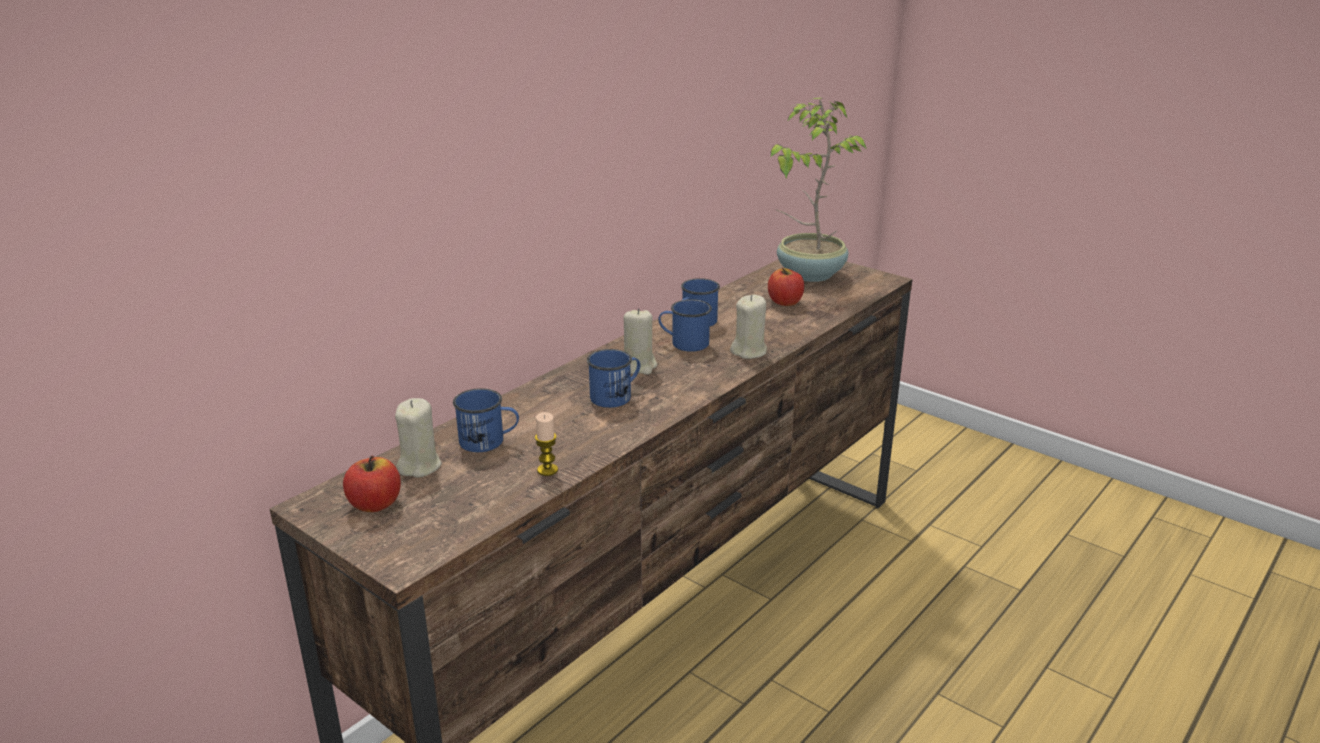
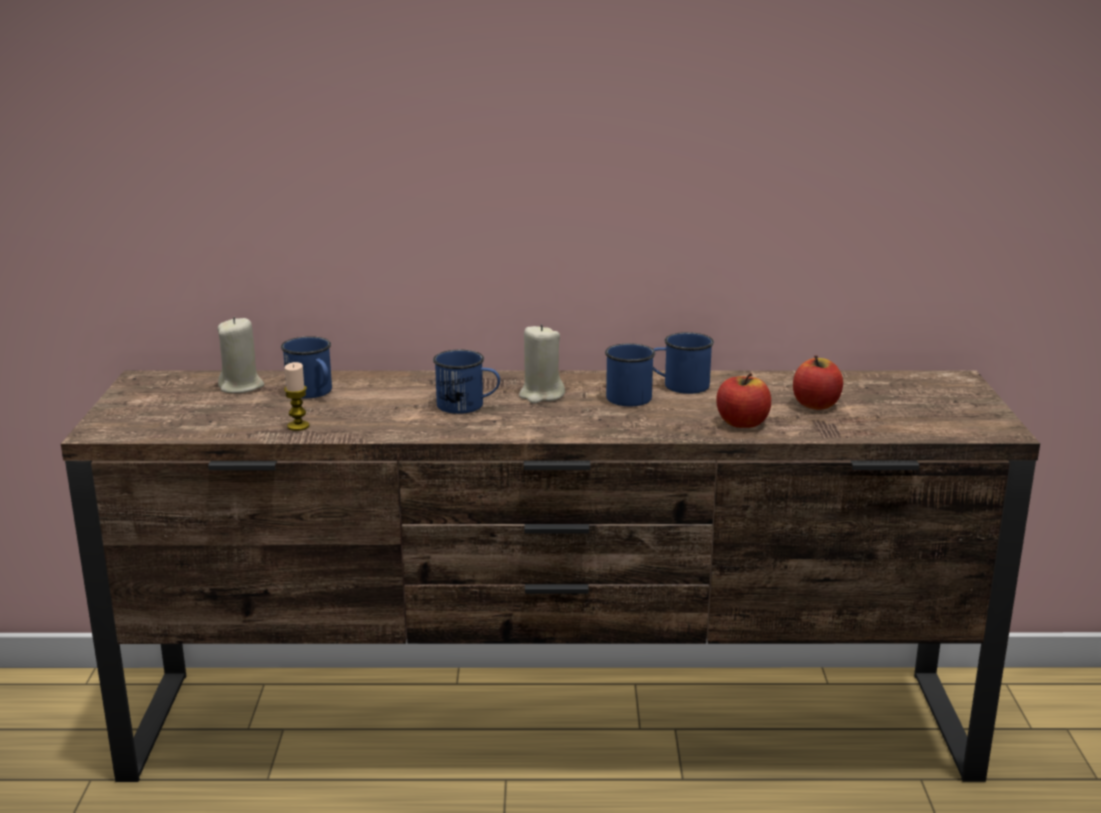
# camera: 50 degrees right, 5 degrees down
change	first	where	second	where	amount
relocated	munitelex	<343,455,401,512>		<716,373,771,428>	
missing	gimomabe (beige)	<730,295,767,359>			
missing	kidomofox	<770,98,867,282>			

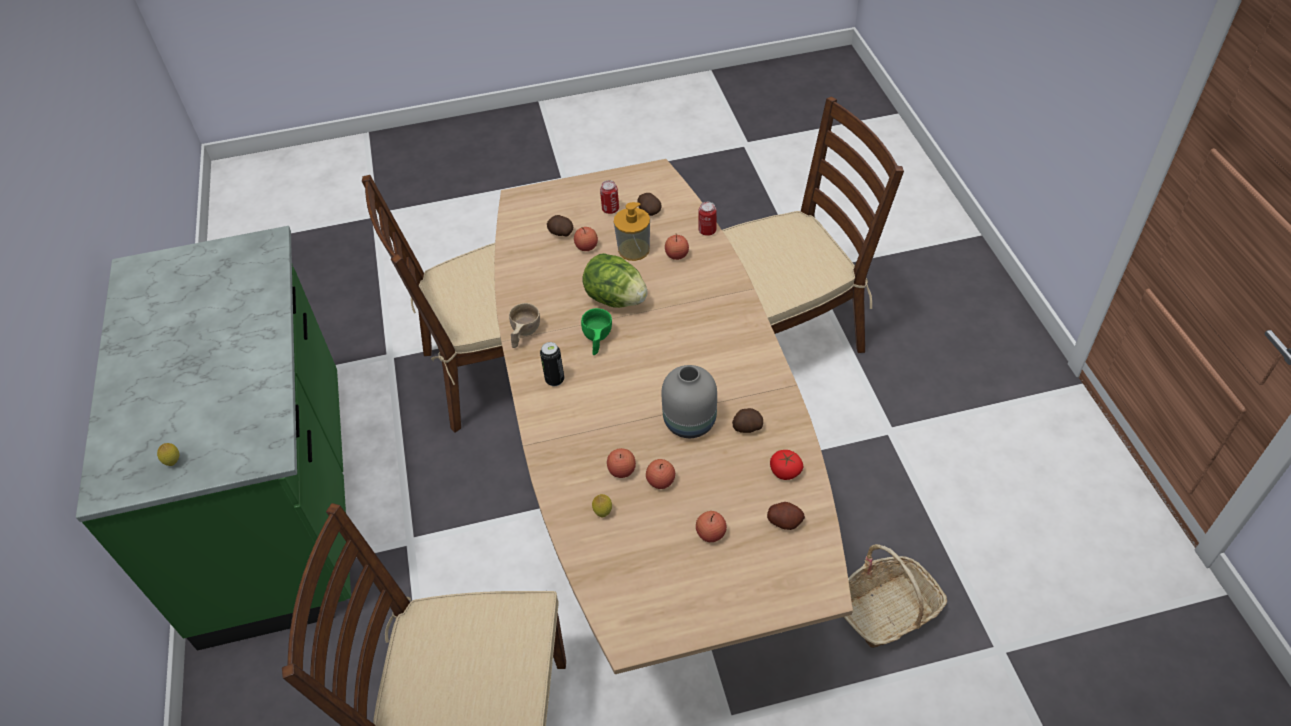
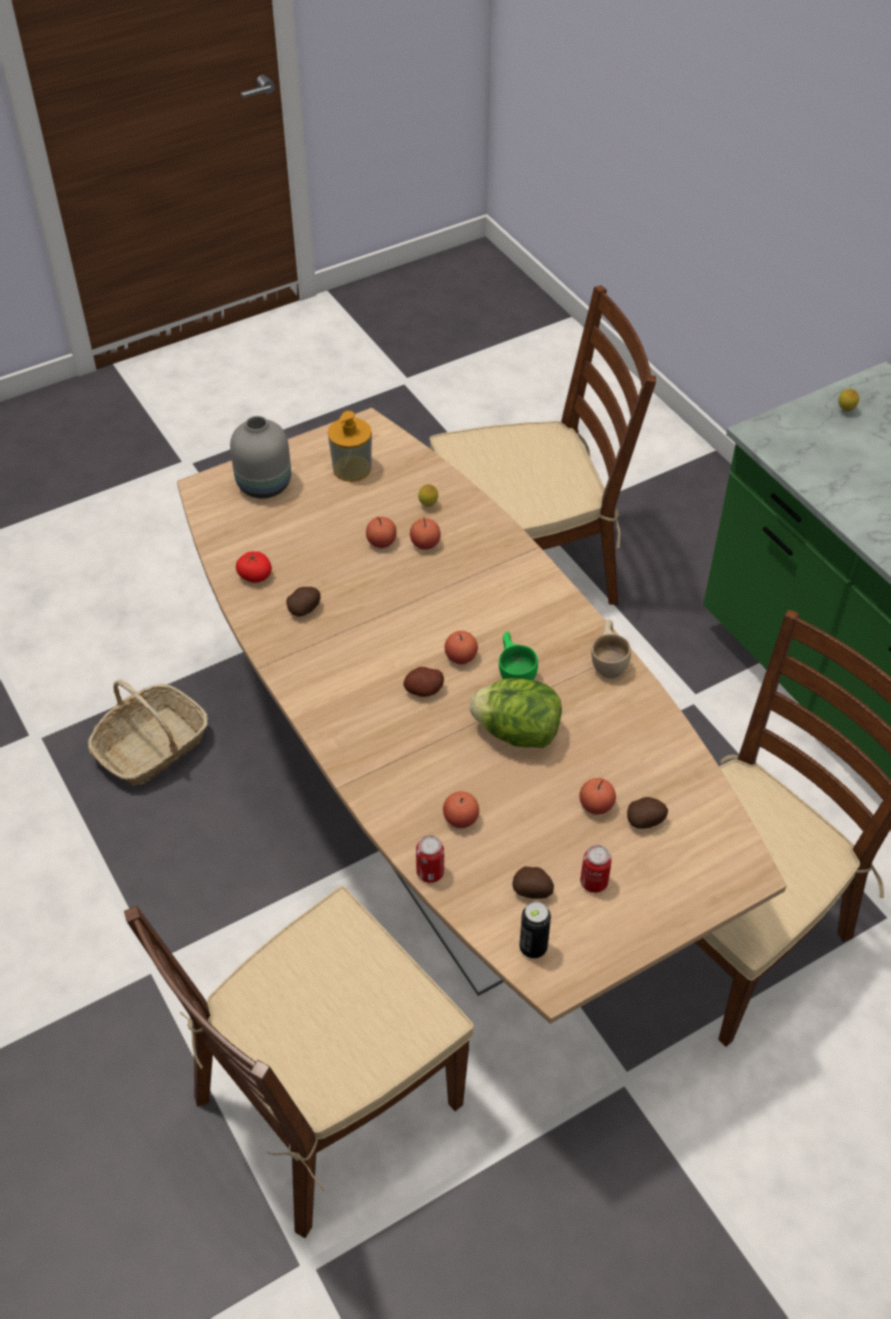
# camera: 160 degrees right, 0 degrees up
change	first	where	second	where	amount
relocated	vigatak	<540,342,564,386>		<519,902,551,958>	
relocated	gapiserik	<614,202,650,261>		<328,411,372,482>	
relocated	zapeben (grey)	<662,365,717,438>		<230,416,291,498>	
relocated	munitelex	<696,511,727,542>		<444,631,478,664>	
relocated	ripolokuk	<767,502,805,530>		<403,667,444,697>	

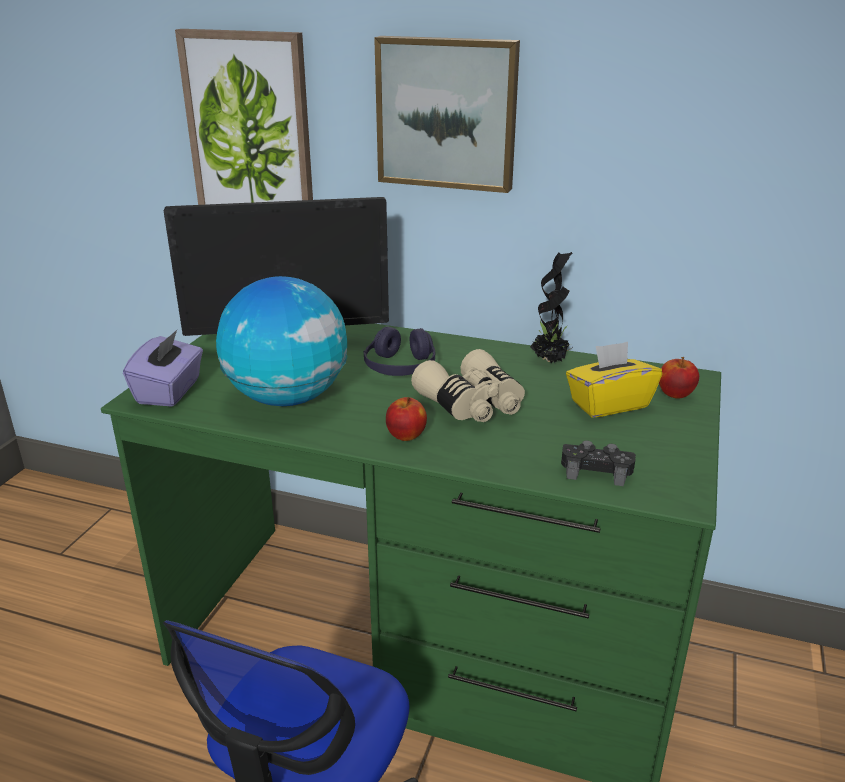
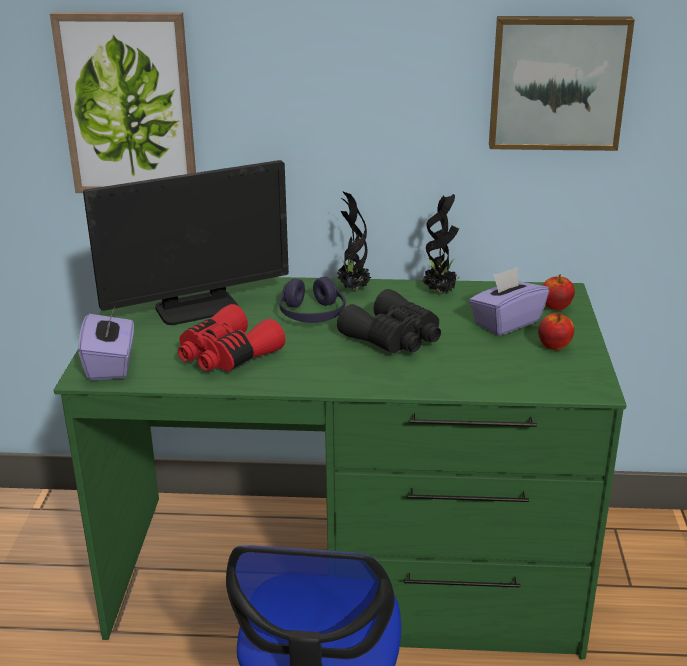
# camera: 15 degrees left, 0 degrees up
change	first	where	second	where	amount
exchanged	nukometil	<216,276,347,406>	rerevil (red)	<178,304,285,371>	
relocated	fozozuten	<374,36,520,193>		<489,16,635,151>	
relocated	munitelex	<386,397,427,441>		<538,313,574,350>	
colour	rerevil (beige)	<411,349,525,422>	rerevil (black)	<337,289,441,353>	
missing	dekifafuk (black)	<561,440,636,486>			
colour	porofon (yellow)	<566,342,662,418>	porofon (purple)	<469,267,549,336>	
appeared			kidomofox	<336,191,371,290>	

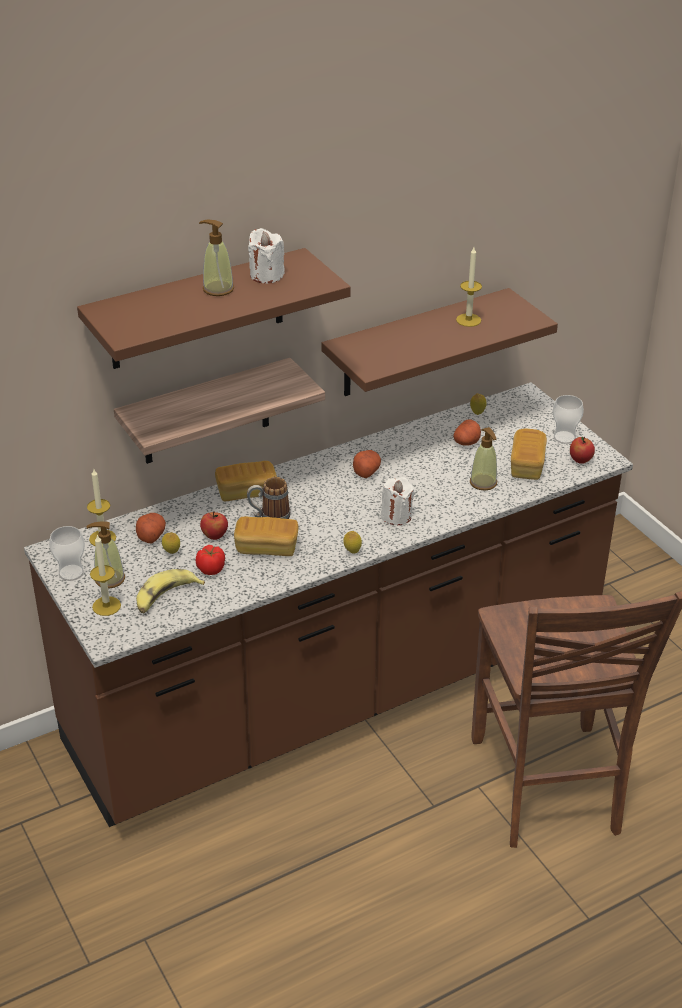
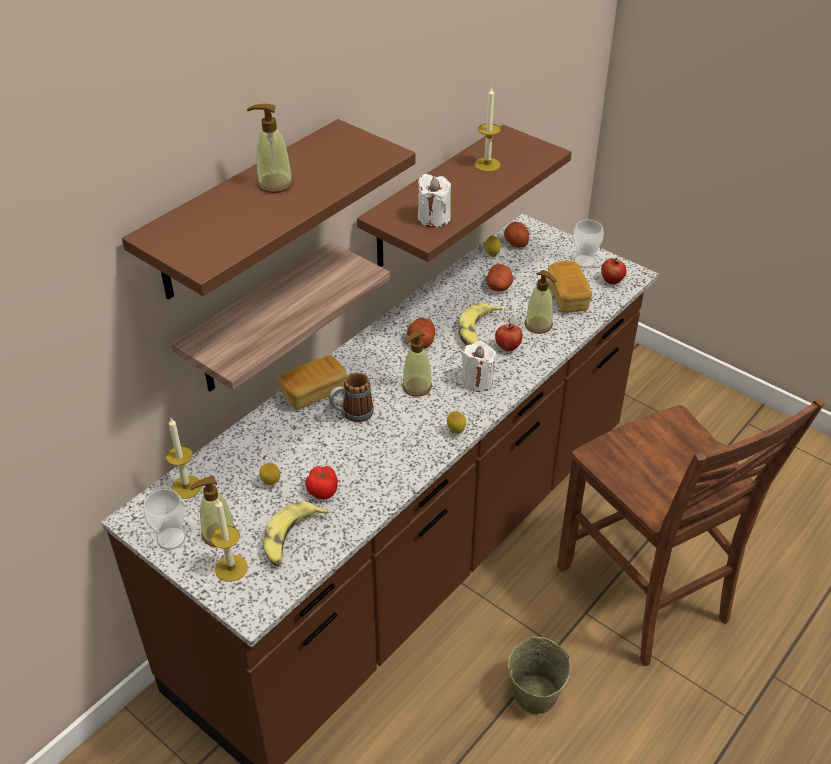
# camera: 20 degrees left, 5 degrees up
change	first	where	second	where	amount
relocated	ripolokuk	<136,513,166,543>		<504,222,529,248>	
relocated	munitelex	<200,511,228,540>		<495,323,523,351>	
missing	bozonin	<234,516,299,556>			
relocated	gimomabe (white)	<248,228,285,283>		<418,174,451,228>	
appeared			gapiserik	<402,330,432,397>	
appeared			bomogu	<459,303,503,345>	
appeared			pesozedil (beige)	<508,636,571,714>	

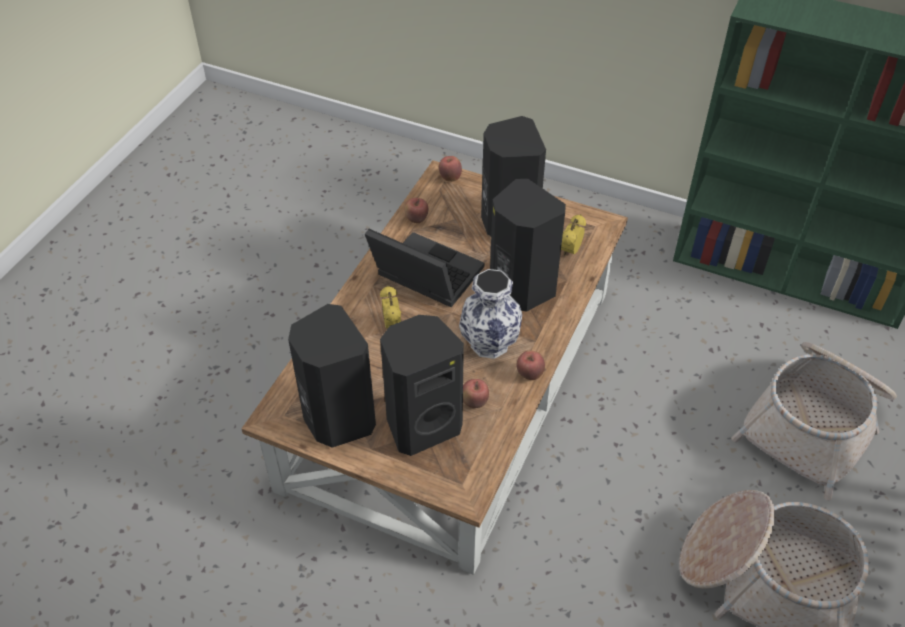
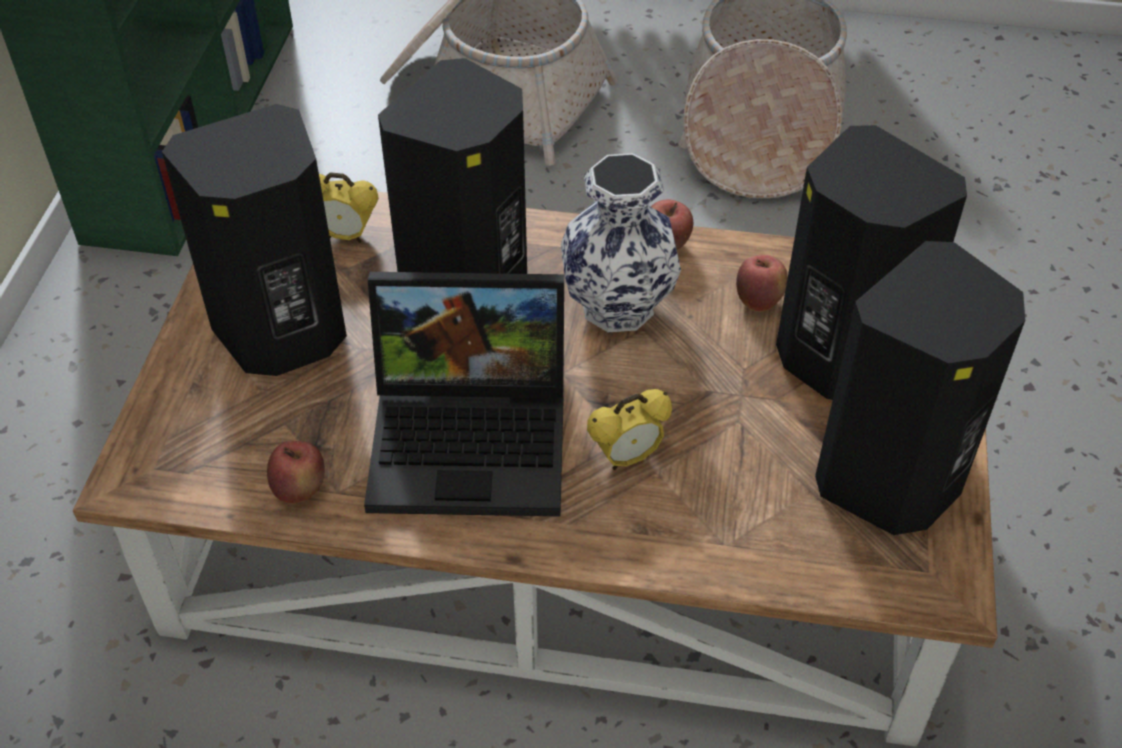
# camera: 105 degrees left, 0 degrees up
change	first	where	second	where	amount
spun	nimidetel	<365,229,484,307>		<364,272,564,516>	105 degrees counterclockwise
missing	munitelex	<439,156,462,182>			

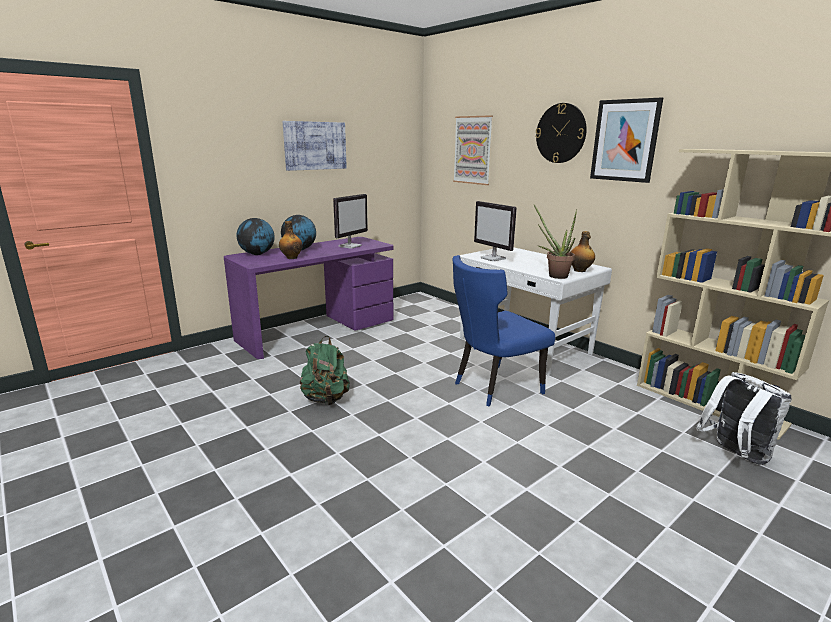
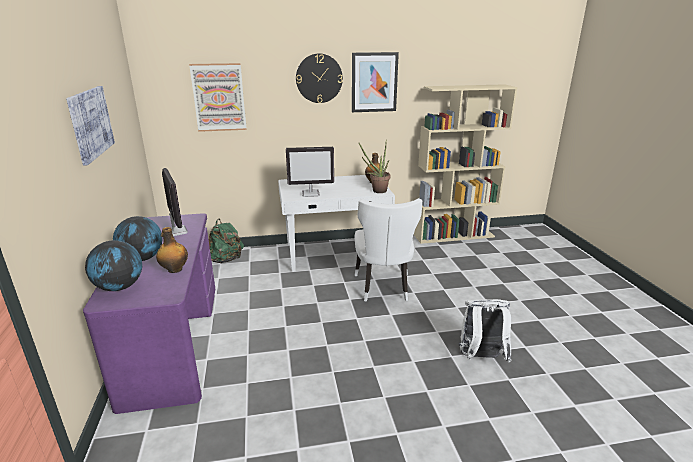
# camera: 60 degrees left, 5 degrees up
change	first	where	second	where	amount
relocated	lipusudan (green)	<300,336,350,405>		<208,219,244,263>	
colour	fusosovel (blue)	<452,255,555,406>	fusosovel (white)	<355,198,422,301>	
relocated	lipusudan (white)	<696,372,792,465>		<459,299,512,362>	

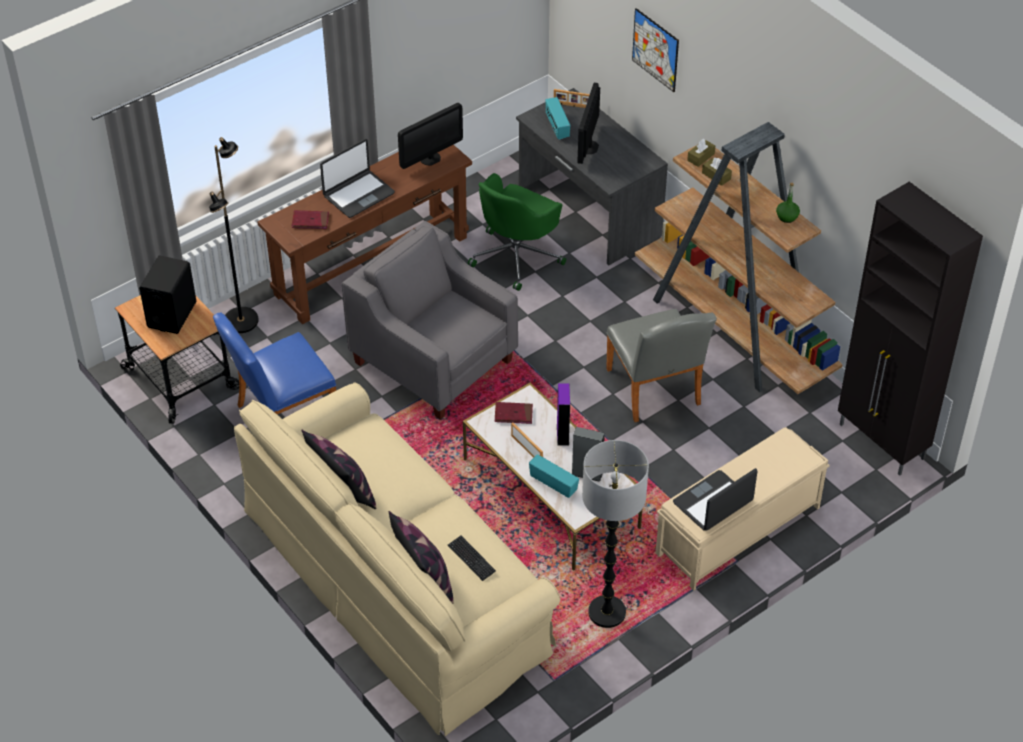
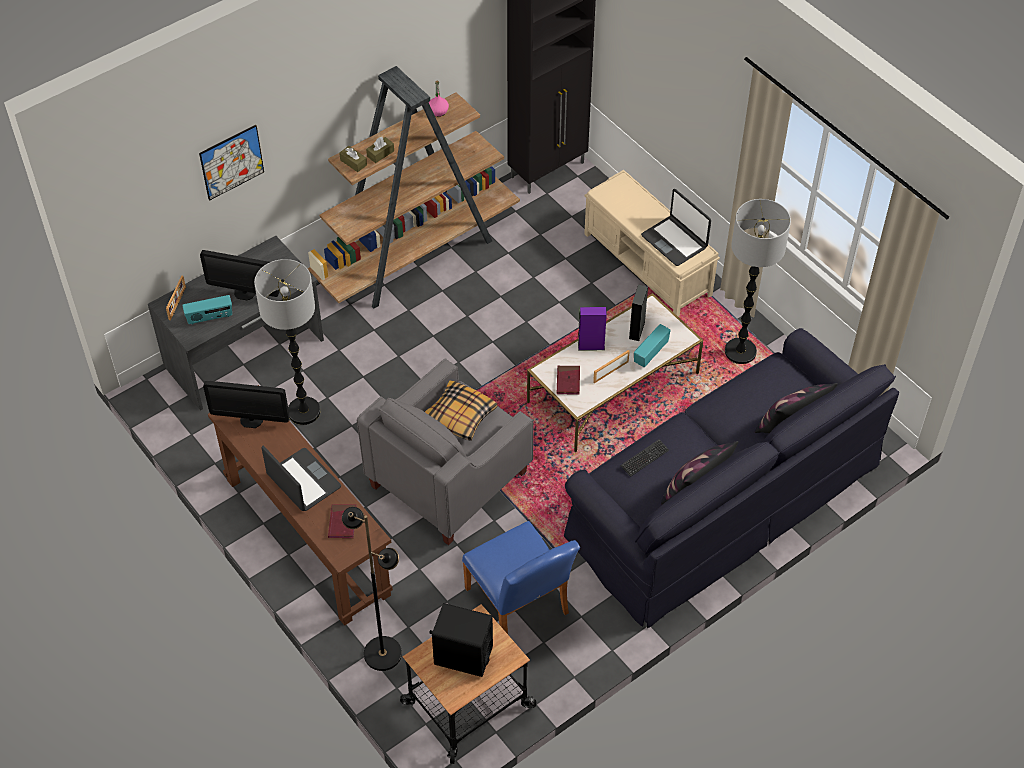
# camera: 90 degrees left, 5 degrees up
change	first	where	second	where	amount
colour	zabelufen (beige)	<234,383,560,736>	zabelufen (black)	<564,328,899,628>	
spun	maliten	<398,103,463,169>		<203,381,290,428>	135 degrees clockwise
relocated	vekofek	<448,536,496,581>		<620,440,669,477>	
exchanged	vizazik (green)	<468,173,566,291>	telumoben	<254,259,320,425>	
missing	fusosovel (grey)	<606,309,717,422>			
colour	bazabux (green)	<776,183,800,223>	bazabux (pink)	<429,81,449,117>	
appeared			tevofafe	<425,380,498,441>	

